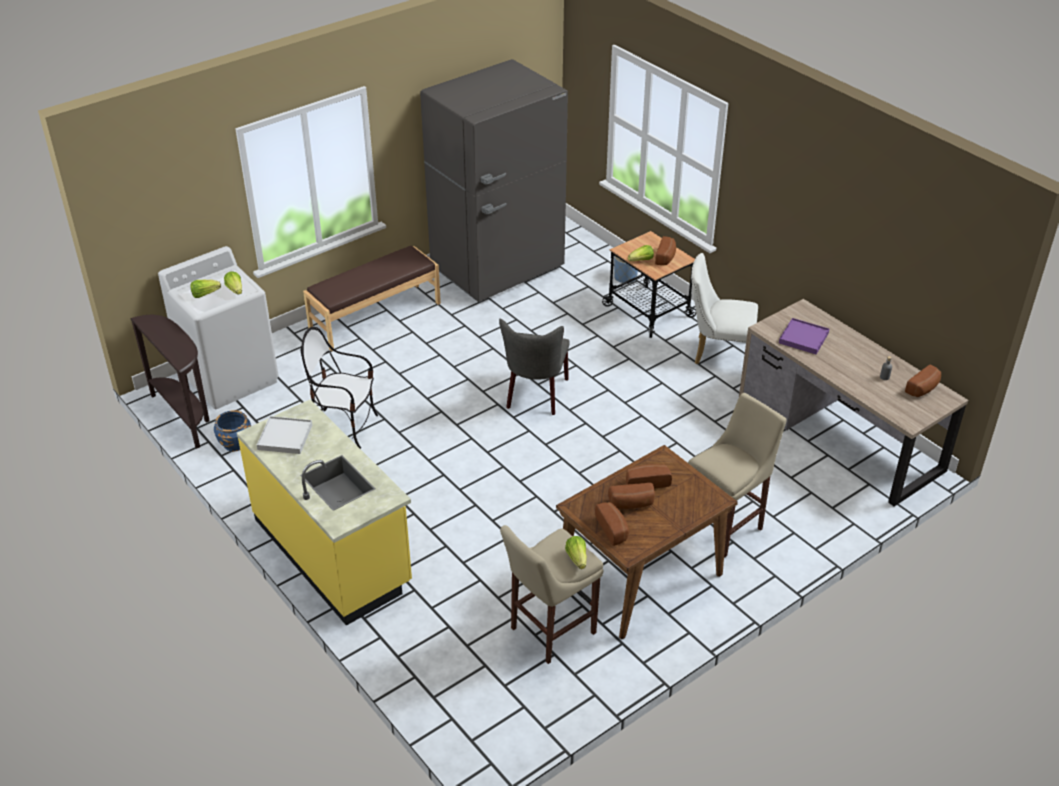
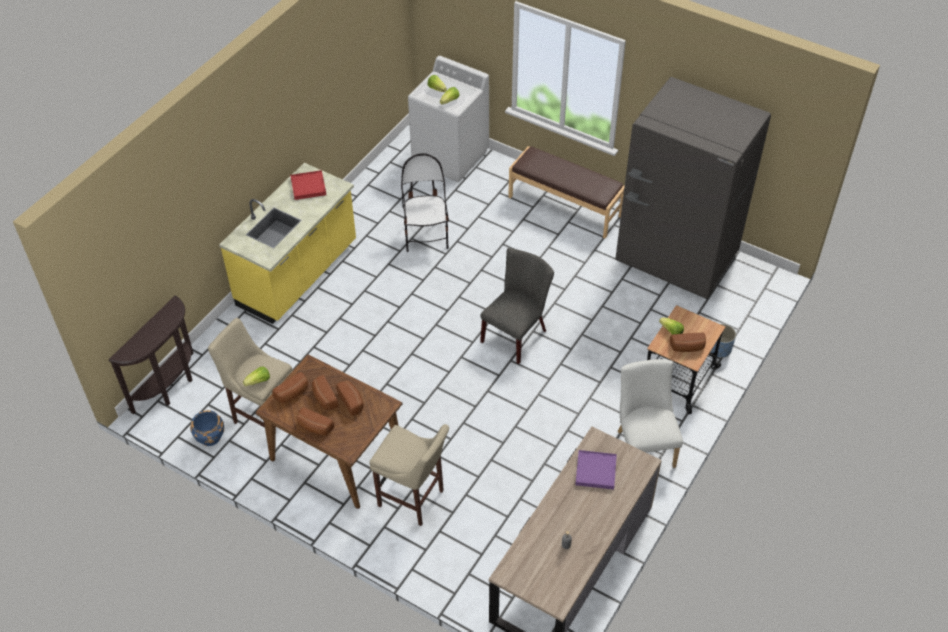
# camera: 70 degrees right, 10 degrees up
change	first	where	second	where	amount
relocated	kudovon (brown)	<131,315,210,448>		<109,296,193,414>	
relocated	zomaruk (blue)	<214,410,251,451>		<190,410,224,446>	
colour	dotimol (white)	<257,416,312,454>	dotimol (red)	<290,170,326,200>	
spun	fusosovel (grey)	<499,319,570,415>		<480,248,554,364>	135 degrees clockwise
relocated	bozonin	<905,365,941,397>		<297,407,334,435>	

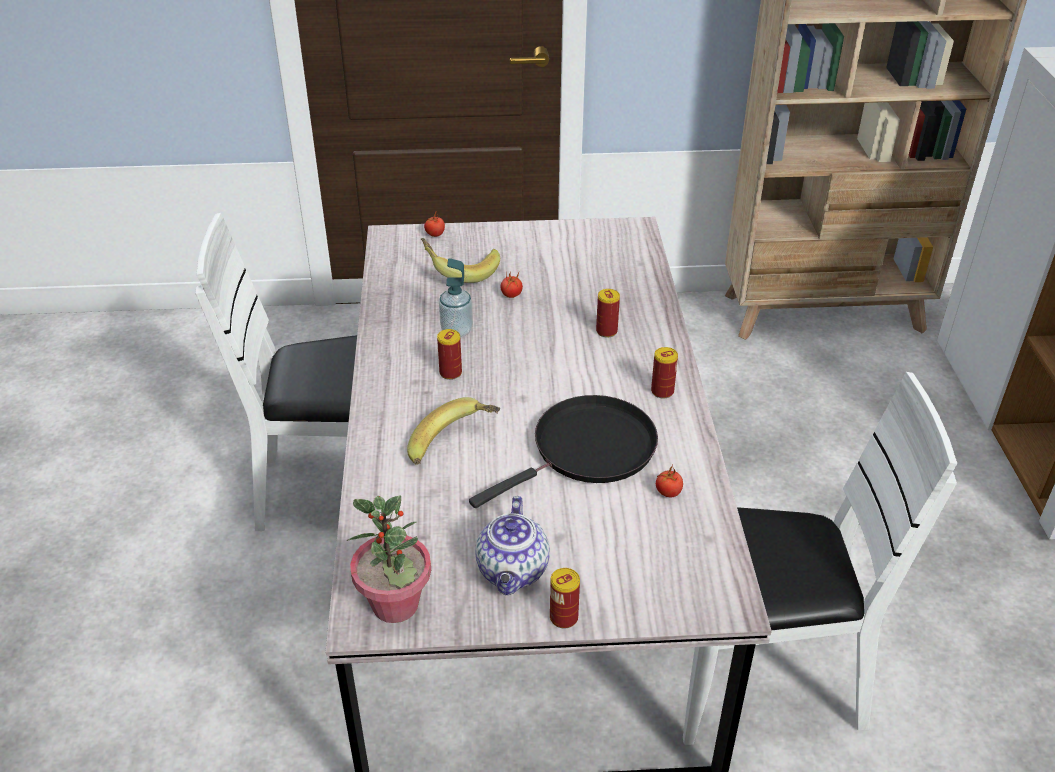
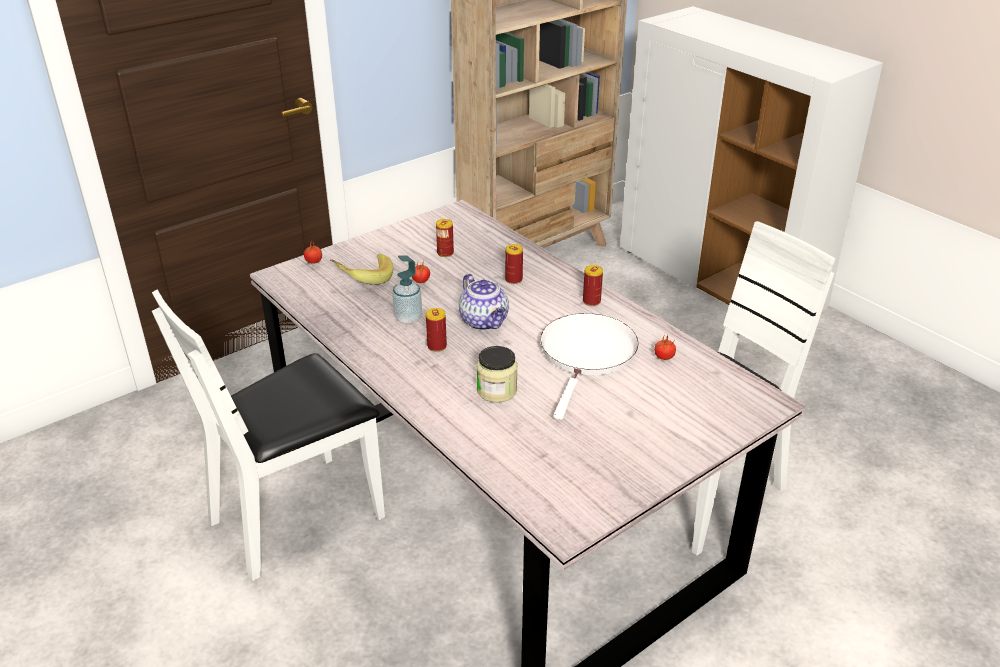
# camera: 35 degrees left, 5 degrees down
change	first	where	second	where	amount
missing	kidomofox	<347,496,431,623>			
exchanged	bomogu	<407,397,500,465>	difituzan	<476,346,518,403>	
colour	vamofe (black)	<469,395,658,508>	vamofe (white)	<540,313,639,420>	
relocated	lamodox	<475,496,550,595>		<459,274,509,330>	
relocated	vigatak	<550,568,580,629>		<436,219,454,257>	

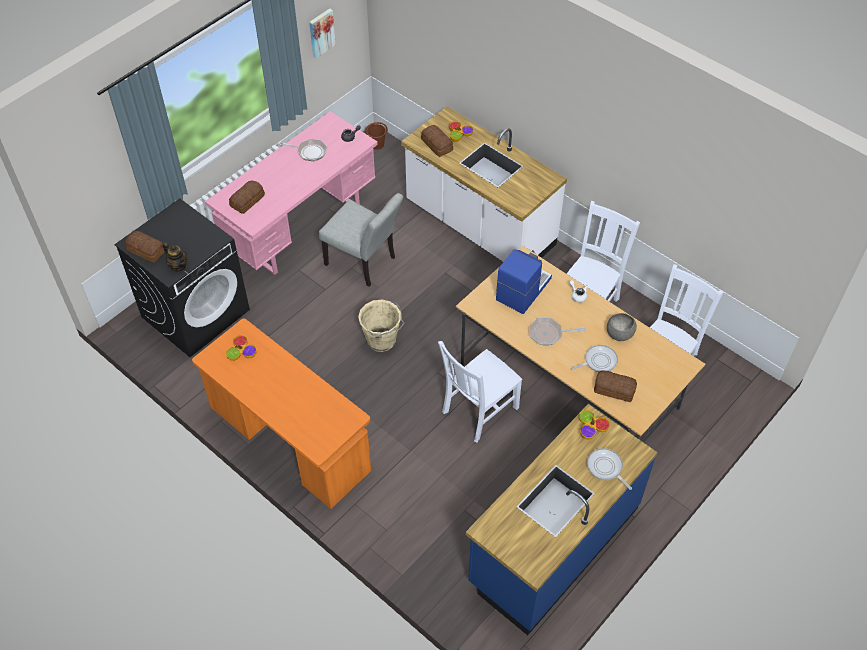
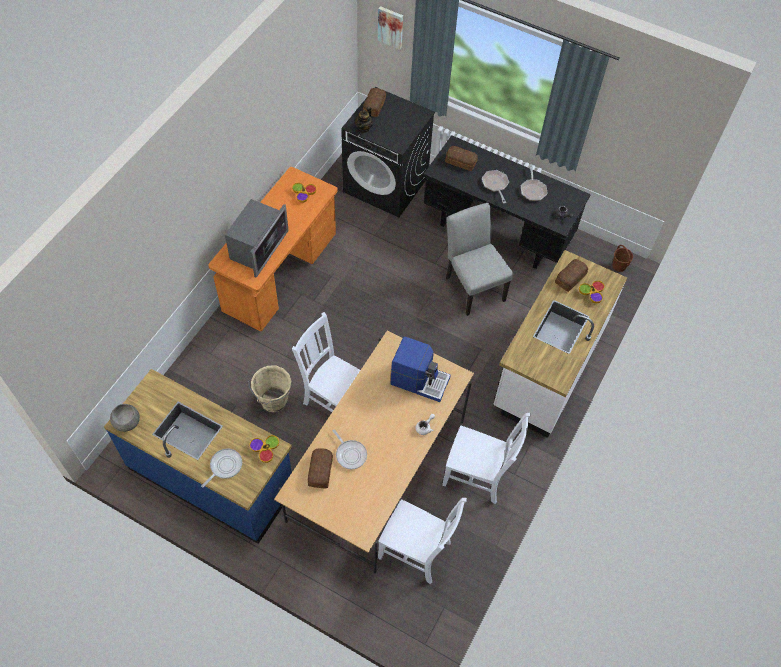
# camera: 75 degrees right, 5 degrees up
change	first	where	second	where	amount
colour	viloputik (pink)	<205,111,378,275>	viloputik (black)	<423,135,591,269>	
relocated	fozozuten	<309,9,336,58>		<378,6,403,49>	
spun	fusosovel (grey)	<319,193,403,287>		<446,203,514,316>	135 degrees clockwise
relocated	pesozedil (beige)	<358,300,405,352>		<248,366,291,413>	
relocated	vamofe	<529,318,586,345>		<482,170,509,204>	
relocated	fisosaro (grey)	<607,313,637,341>		<110,404,140,432>	
appeared			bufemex	<225,199,289,278>	

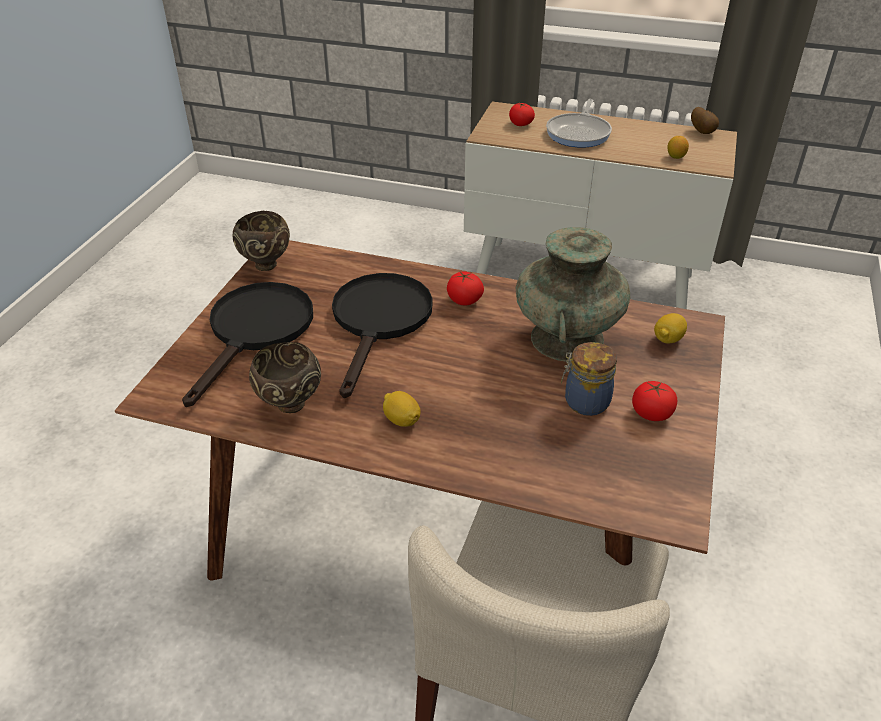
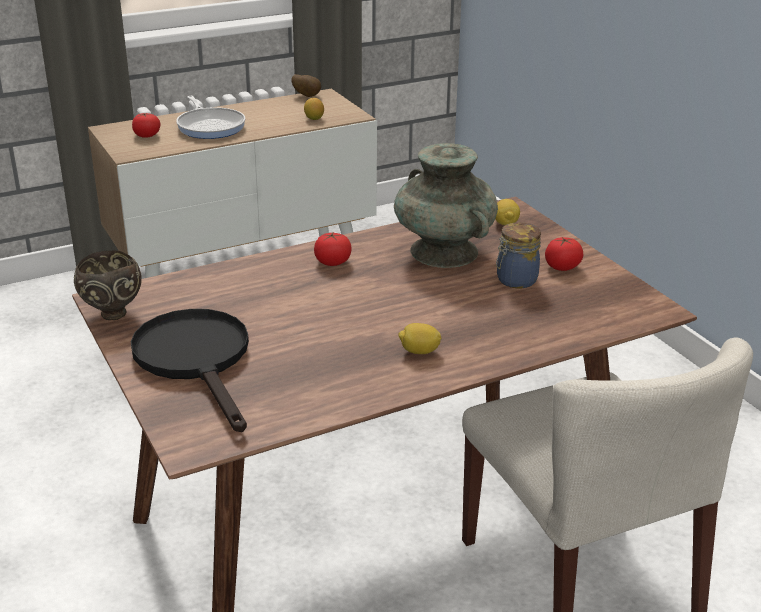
# camera: 45 degrees left, 10 degrees down
change	first	where	second	where	amount
missing	fisosaro (brown)	<249,342,321,413>			
missing	vamofe (black)	<332,273,432,398>			

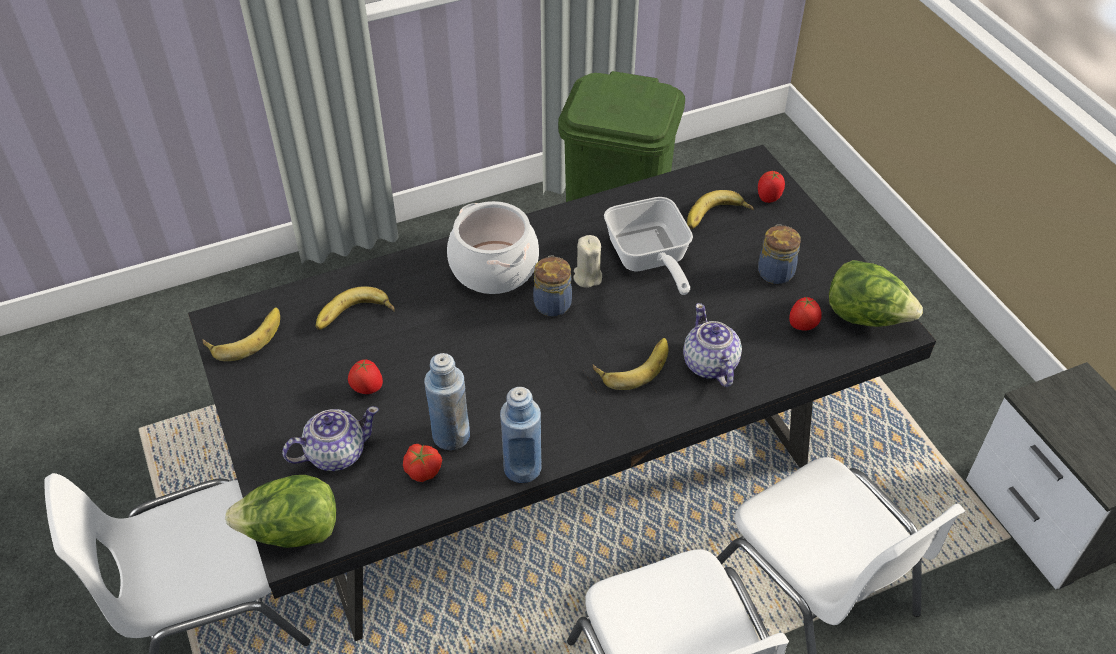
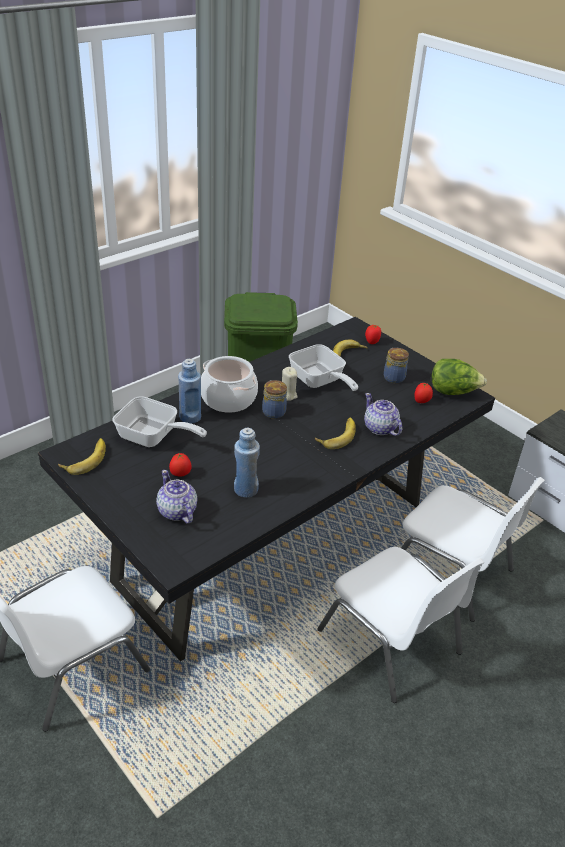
# camera: 20 degrees left, 10 degrees down
change	first	where	second	where	amount
missing	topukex	<225,475,336,548>			
spun	lamodox	<282,406,379,471>		<156,470,197,523>	75 degrees counterclockwise
exchanged	bomogu	<316,287,395,330>	vamofe	<113,396,207,447>	
missing	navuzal	<403,444,442,482>			
relocated	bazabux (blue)	<500,387,542,483>		<178,359,201,424>	

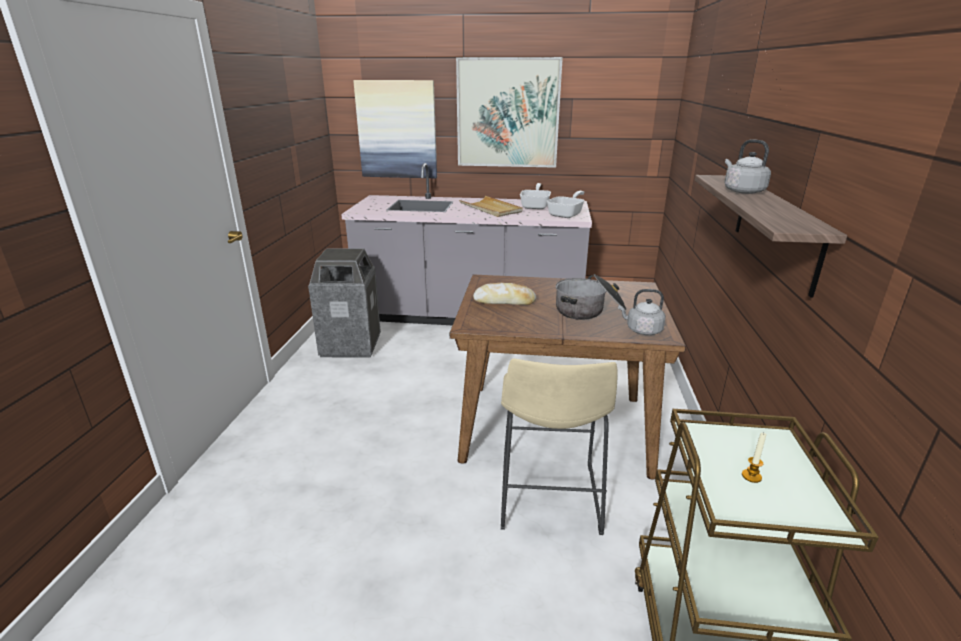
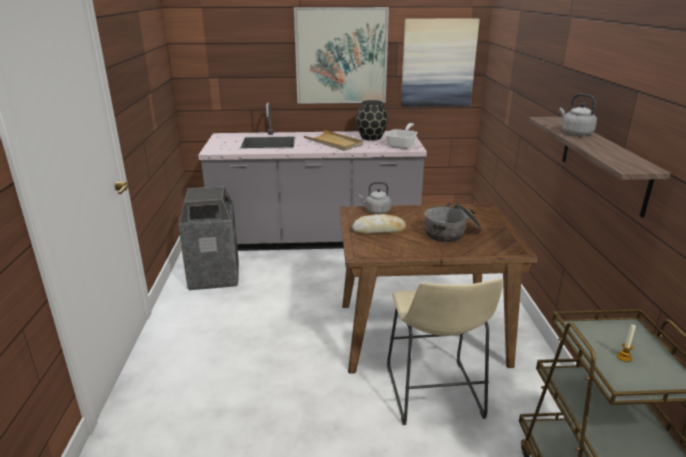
# camera: 10 degrees left, 0 degrees up
change	first	where	second	where	amount
relocated	fozozuten	<353,80,437,178>		<401,19,480,107>	
exchanged	vamofe	<520,183,551,209>	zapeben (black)	<356,100,388,141>	
relocated	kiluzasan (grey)	<618,289,666,335>		<359,182,391,214>	

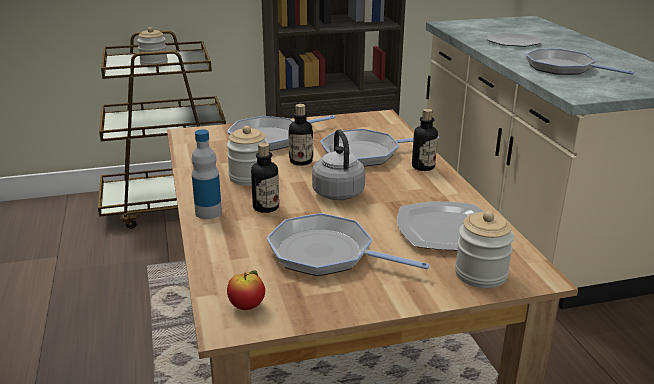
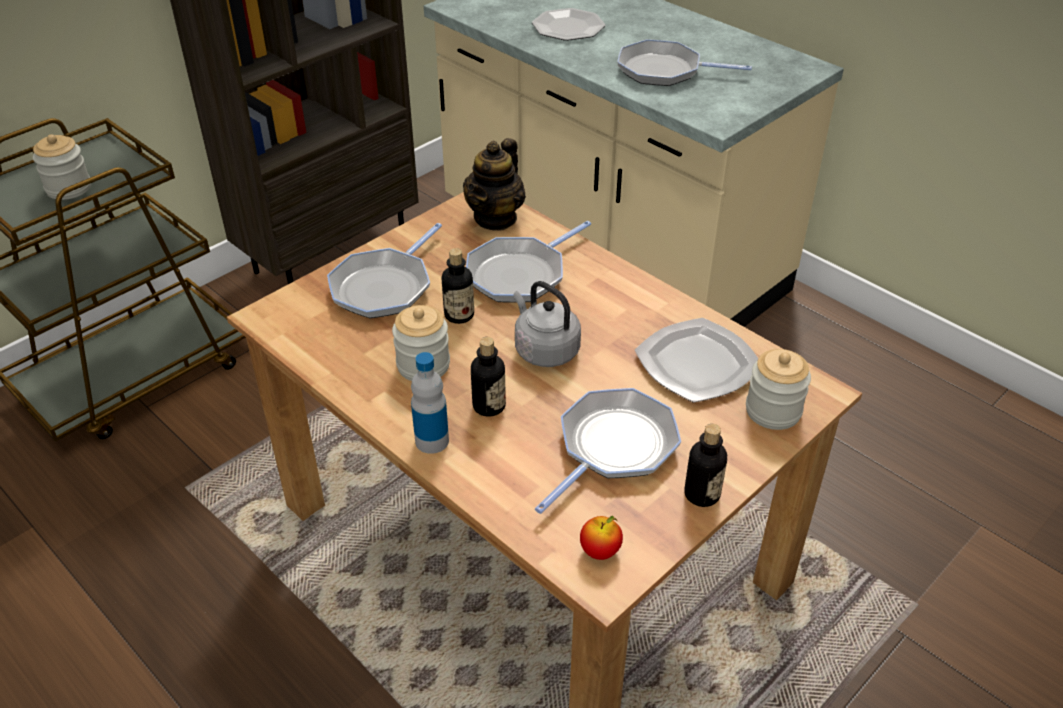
# camera: 30 degrees left, 15 degrees up
change	first	where	second	where	amount
spun	vamofe	<266,213,430,276>		<535,388,681,514>	135 degrees clockwise
relocated	bazabux	<412,108,438,171>		<684,424,727,507>	
appeared			lamodox	<463,138,526,230>	

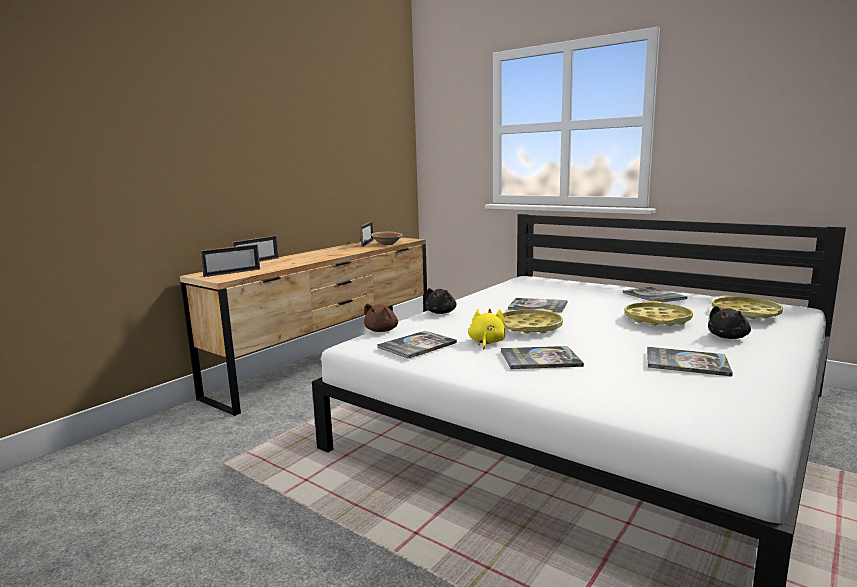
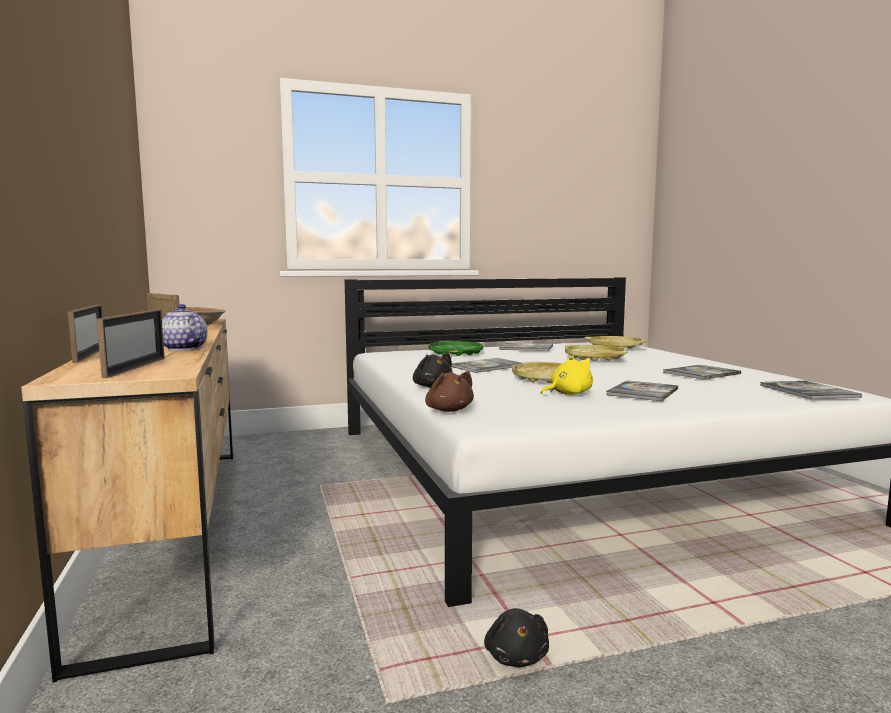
# camera: 55 degrees left, 5 degrees down
change	first	where	second	where	amount
relocated	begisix	<377,331,457,359>		<760,381,862,399>	
spun	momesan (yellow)	<468,309,505,350>		<541,356,593,395>	105 degrees clockwise
relocated	momesan (black)	<708,306,751,339>		<484,608,549,667>	
appeared			lamodox	<162,304,207,351>	
appeared			dotimol (green)	<429,341,483,356>	

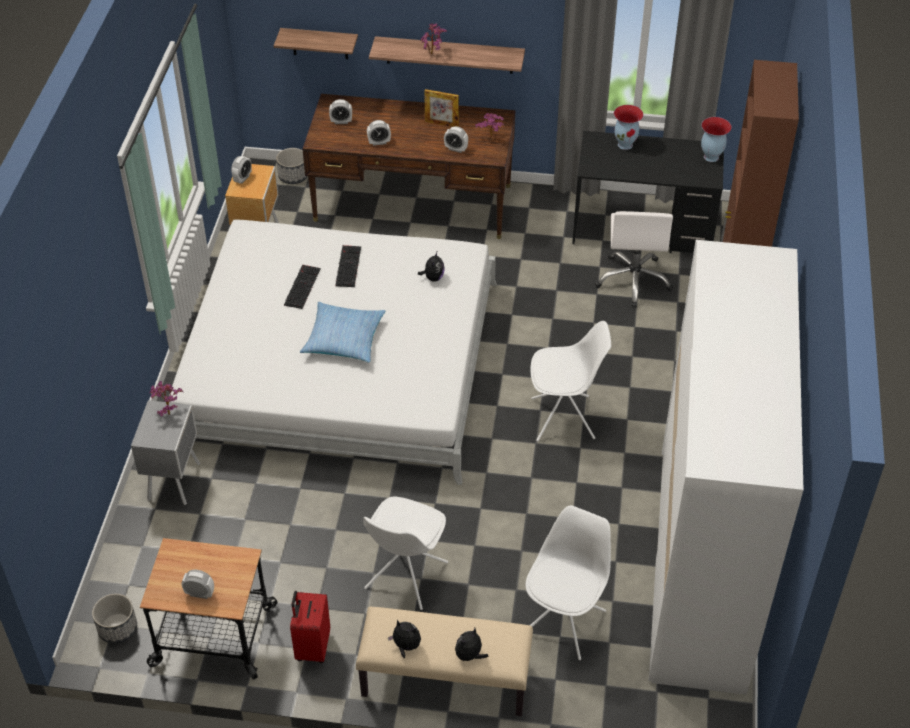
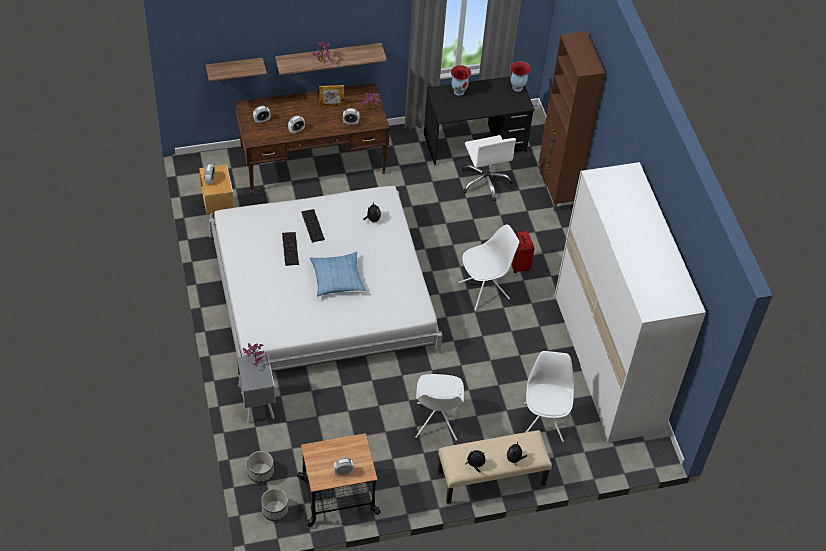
# camera: 25 degrees left, 5 degrees up
change	first	where	second	where	amount
relocated	zomaruk	<276,148,307,184>		<247,451,274,483>	
relocated	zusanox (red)	<290,591,330,663>		<511,230,535,273>	

